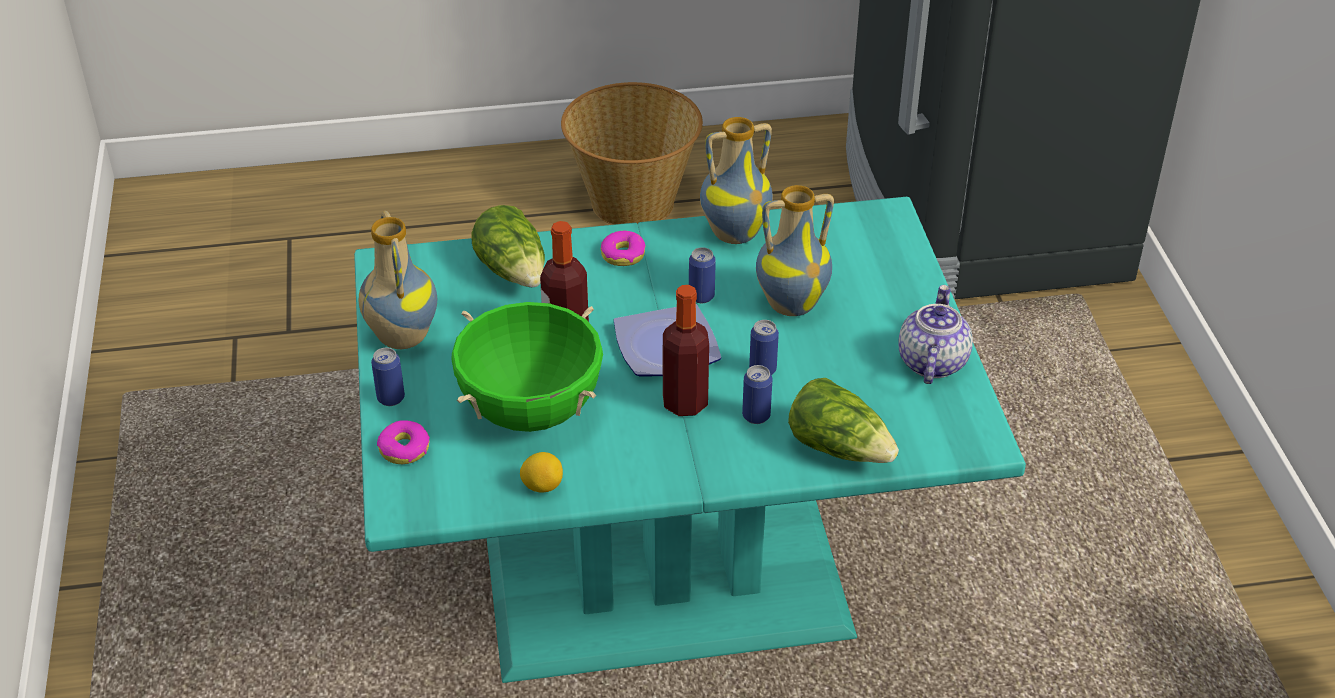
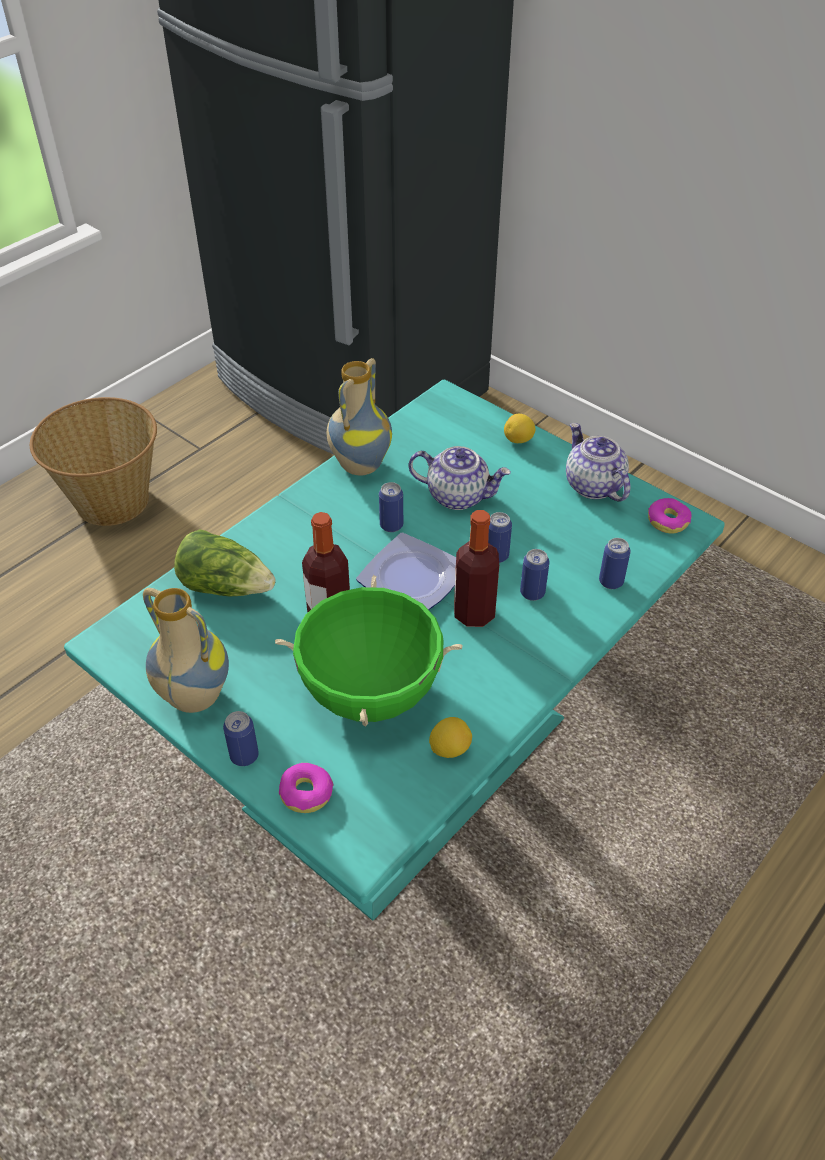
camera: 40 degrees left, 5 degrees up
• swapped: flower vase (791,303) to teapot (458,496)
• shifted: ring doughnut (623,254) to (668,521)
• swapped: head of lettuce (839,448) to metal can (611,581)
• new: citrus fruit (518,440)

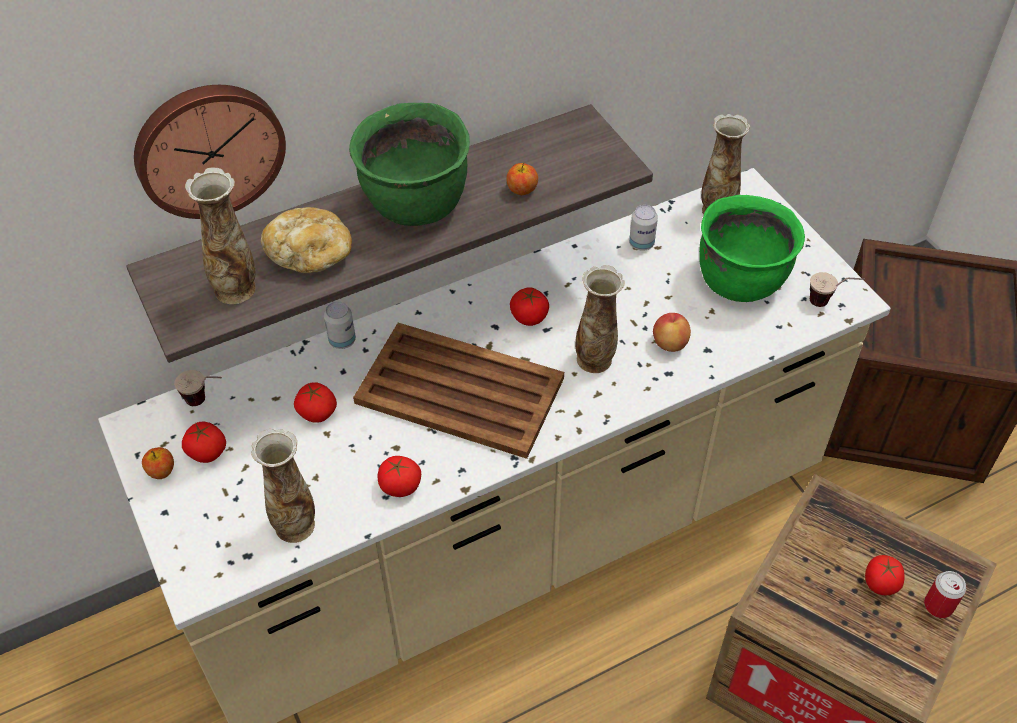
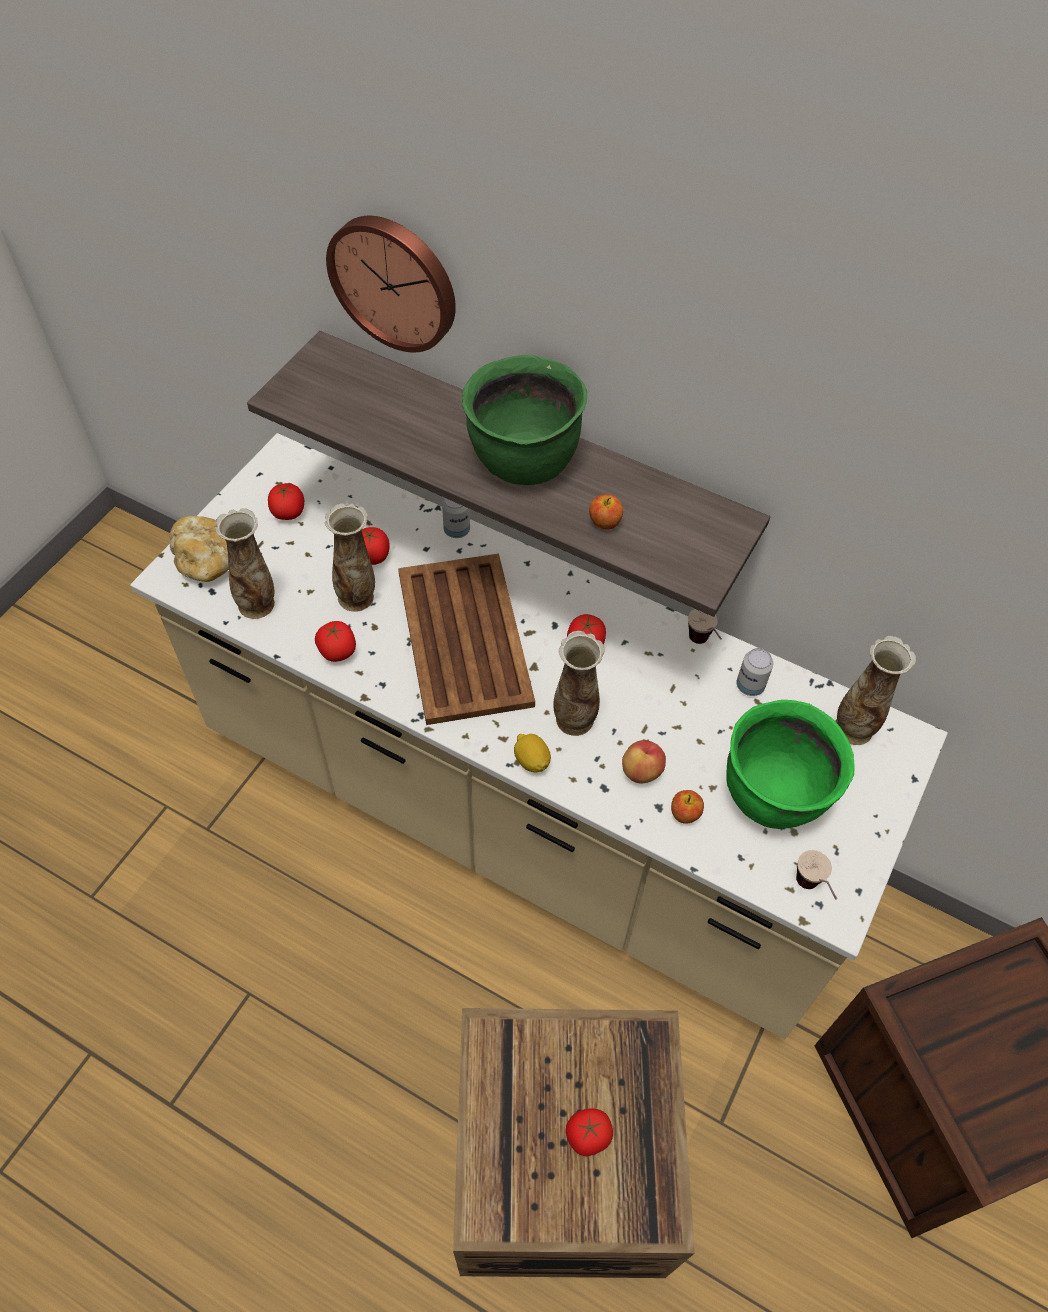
camera: 55 degrees right, 5 degrees up
• shifted: flower vase (236,288) to (357,597)
• shifted: baked bread (311,255) to (207,560)
• shifted: small cup (206,401) to (703,645)
• shifted: apple (161,471) to (685,813)
• gone: metal can (938,605)
• new: citrus fruit (531,760)

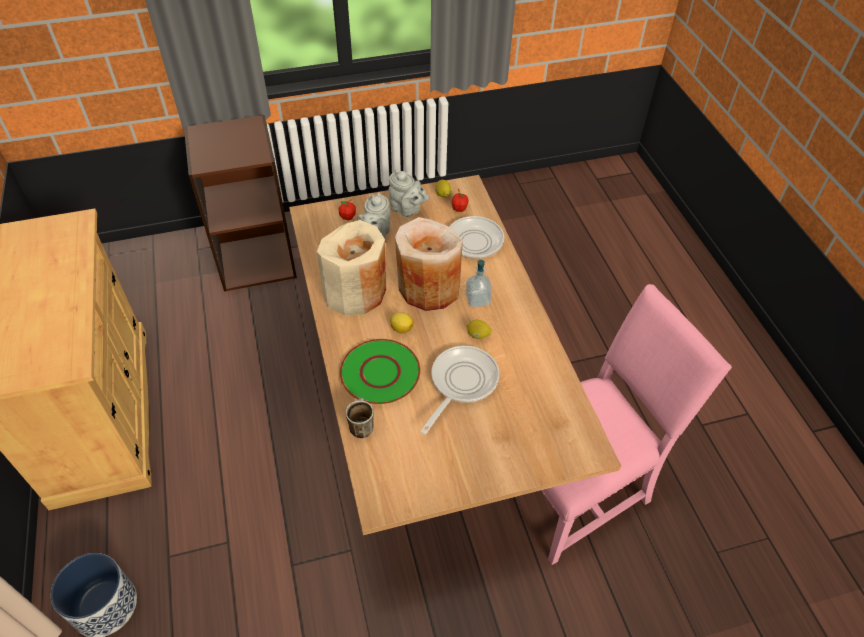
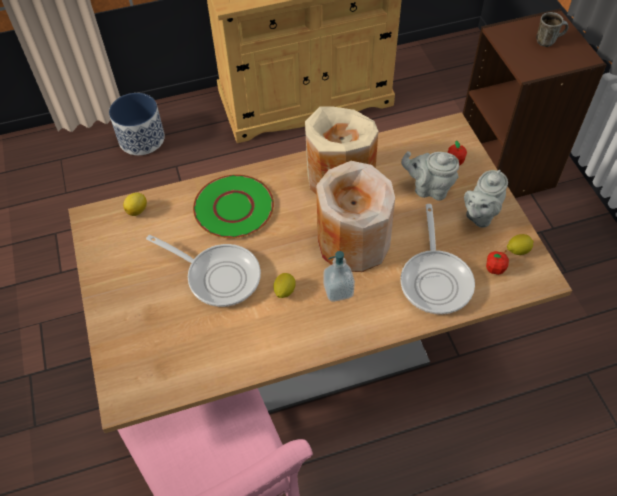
camera: 90 degrees right, 5 degrees up
• shifted: citrus fruit (401,328) to (138,210)
• shifted: coffee mug (360,426) to (548,41)

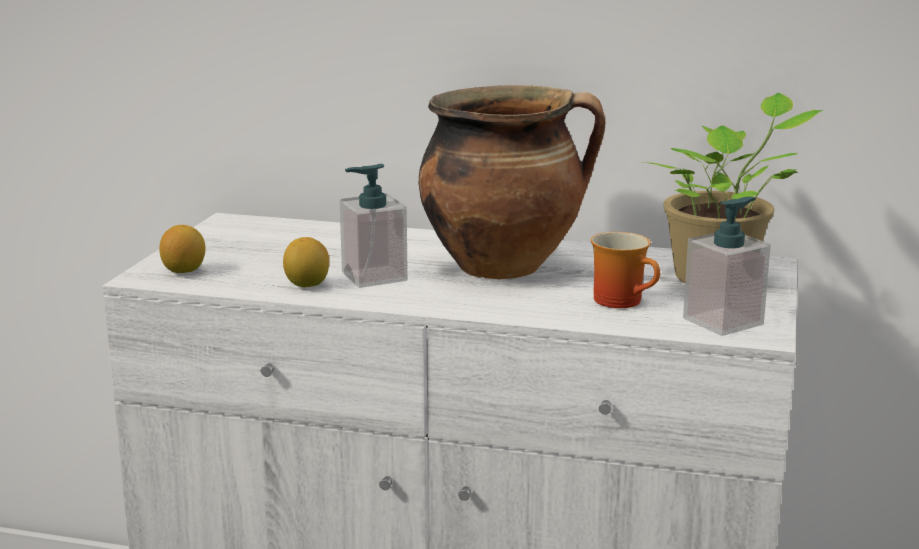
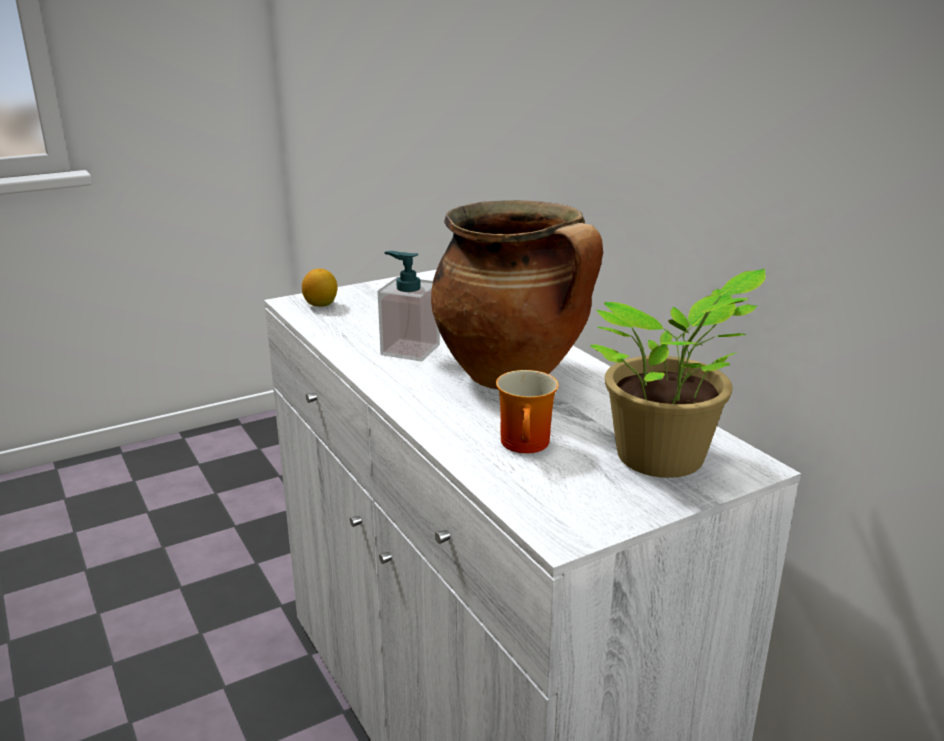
camera: 45 degrees right, 5 degrees up
• gone: soap bottle (723,321)
• gone: citrus fruit (307,285)

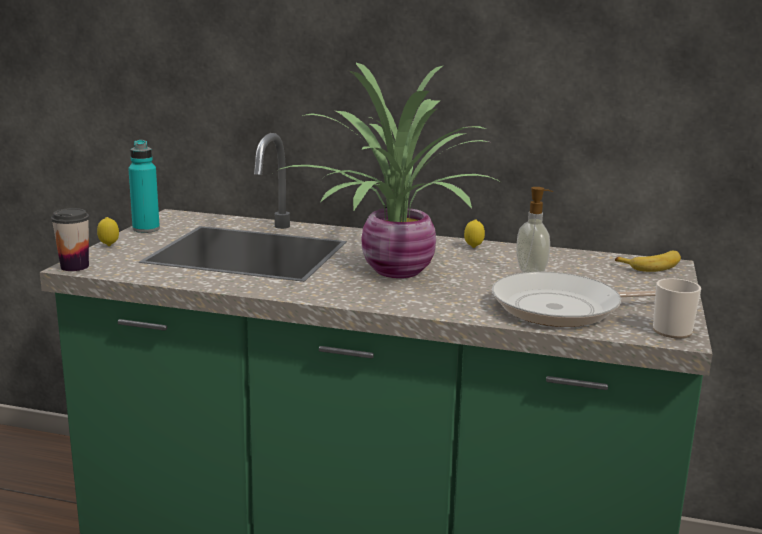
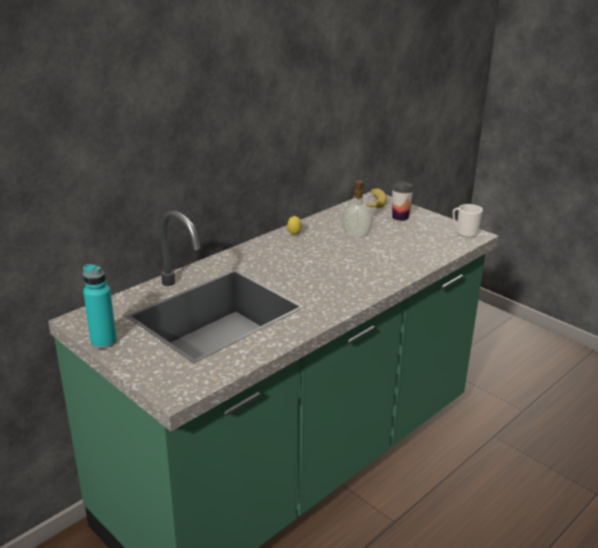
camera: 60 degrees left, 10 degrees up
• gone: potted plant (394,270)
• shifted: small cup (74,266) to (400,217)
• gone: citrus fruit (109,246)
• gone: skillet (564,308)

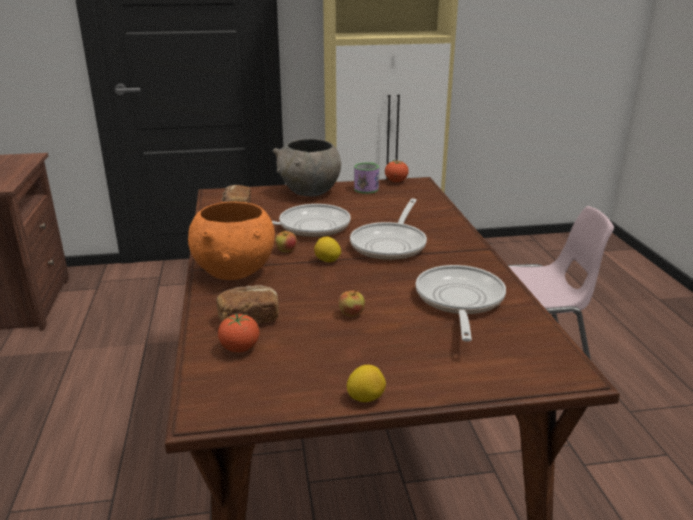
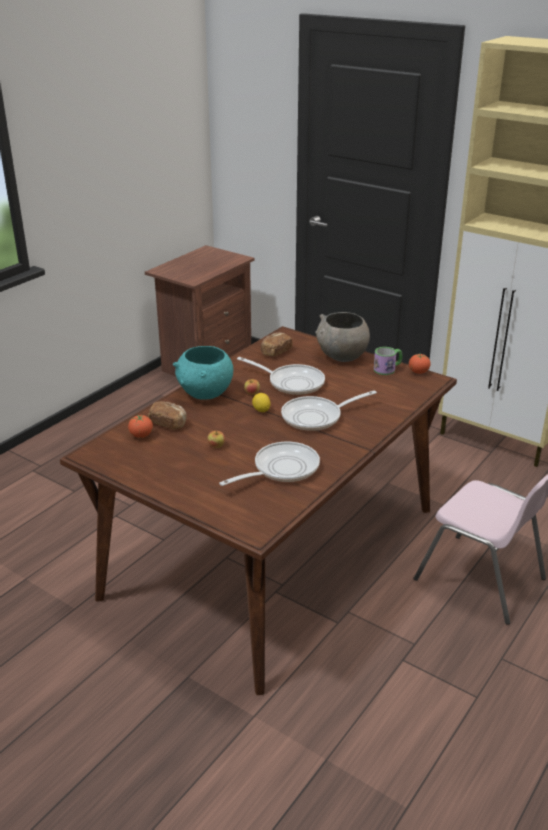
camera: 45 degrees right, 5 degrees up
• repainted: deep dish (orange-coloured) (235,272) to deep dish (turquoise) (205,394)
• gone: citrus fruit (365,398)

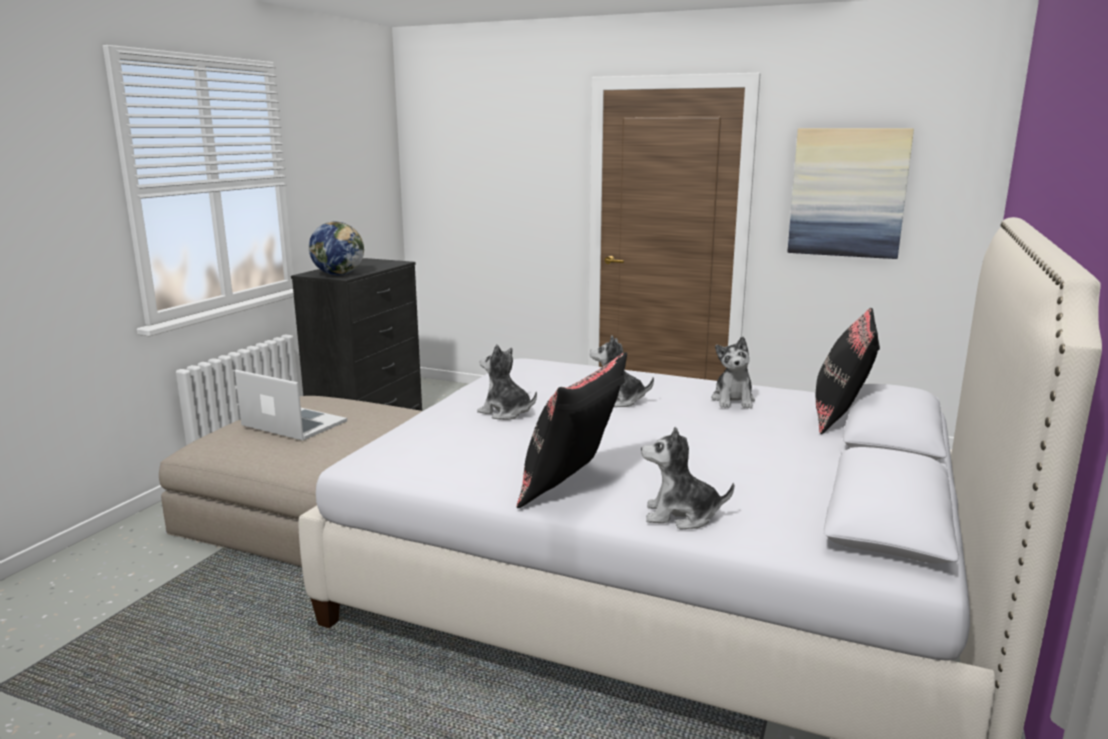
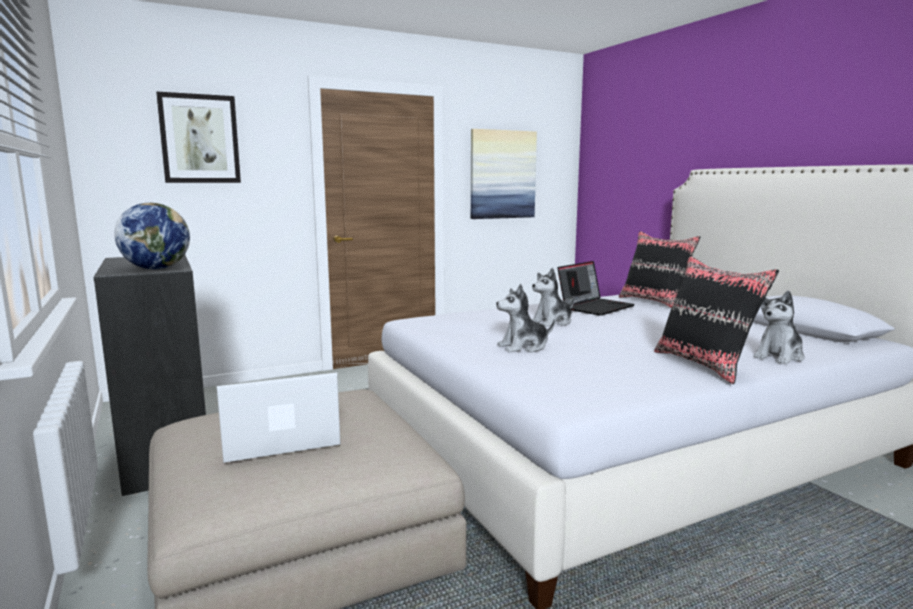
camera: 50 degrees left, 5 degrees down
• swapped: plush toy (733,400) to portable computer (595,307)
• new: picture (199,139)

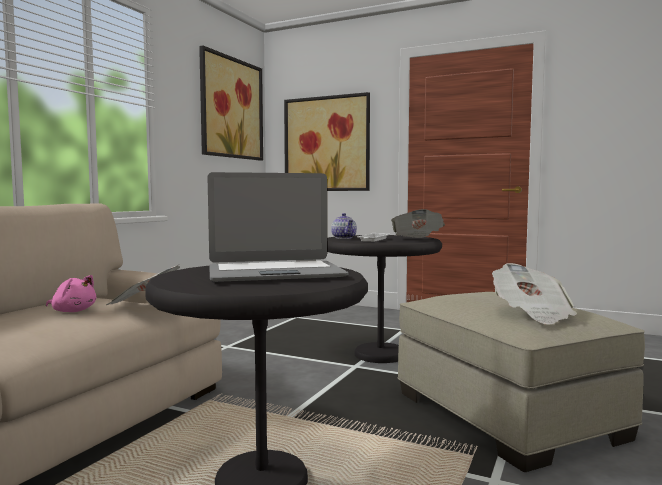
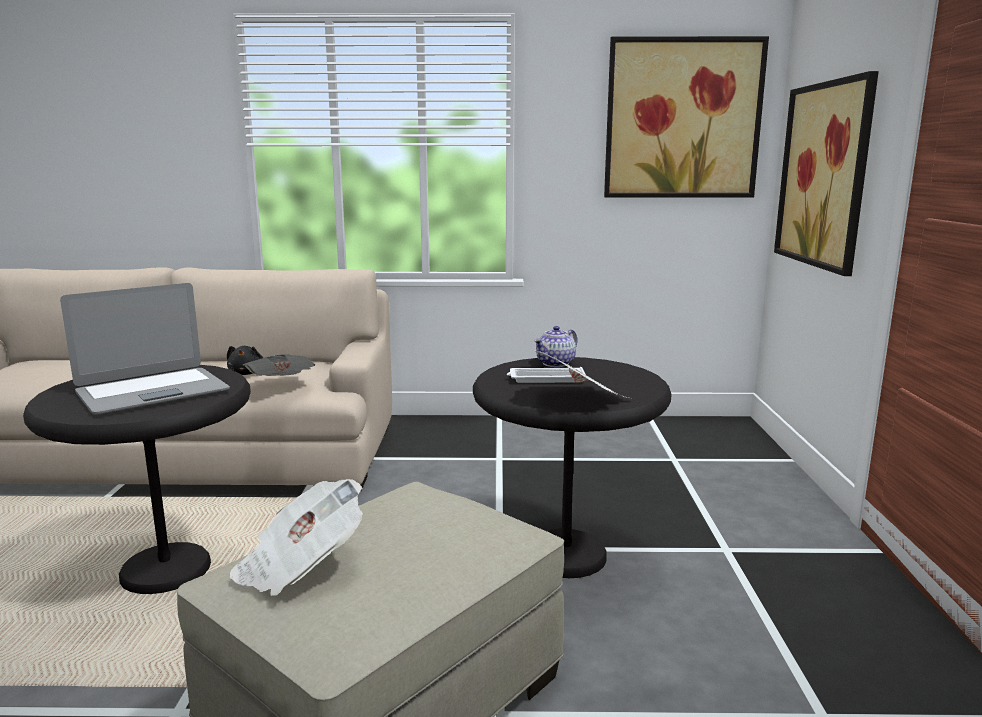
camera: 65 degrees right, 10 degrees up
• rotated: portable computer (274,273) = (152,392) 90 degrees counterclockwise
• repainted: plush toy (pink-coloured) (73,311) to plush toy (blackish) (247,373)

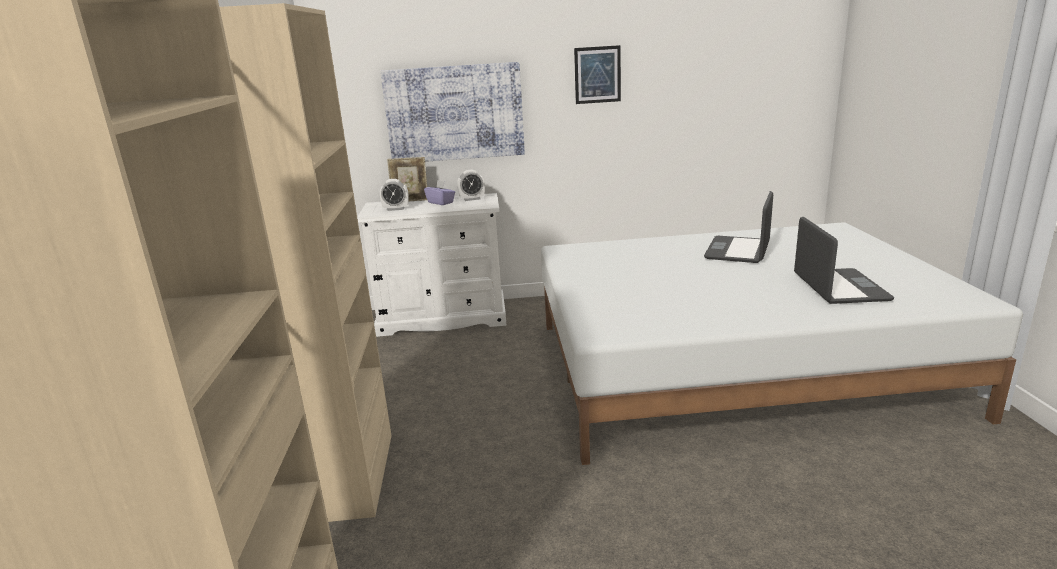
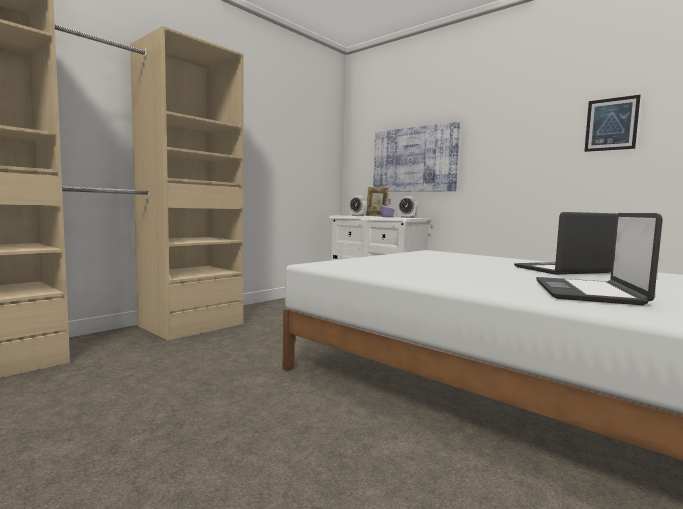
camera: 45 degrees right, 15 degrees down
• shifted: picture (597,75) to (611,124)
• rotated: portable computer (839,287) = (588,292) 150 degrees clockwise

